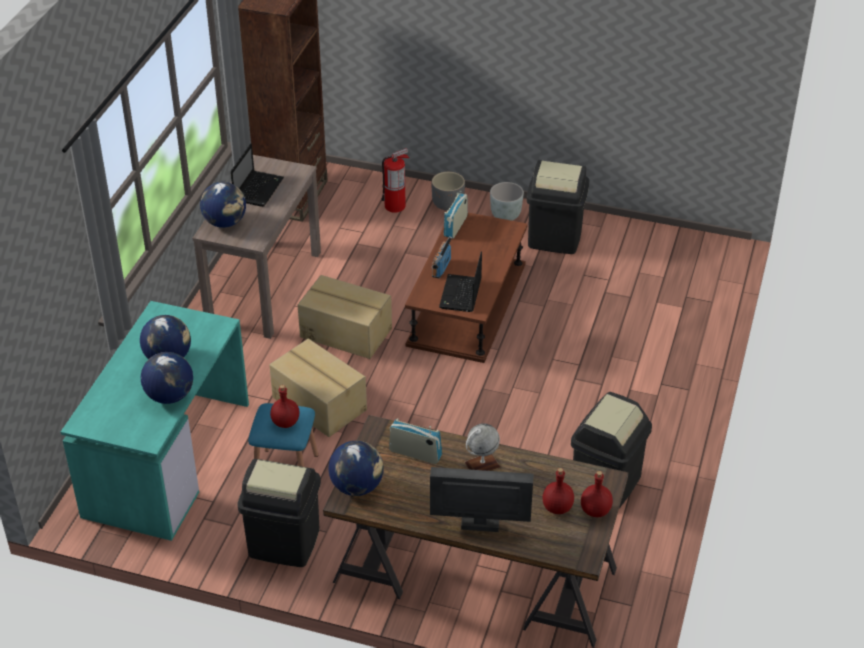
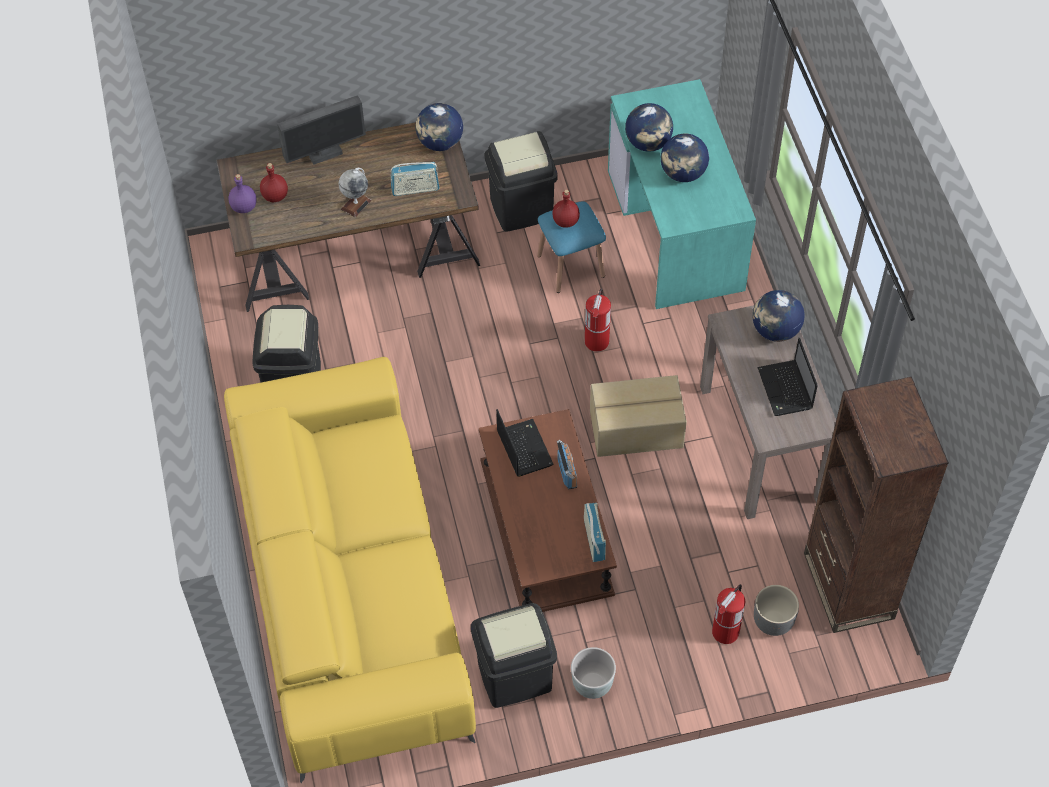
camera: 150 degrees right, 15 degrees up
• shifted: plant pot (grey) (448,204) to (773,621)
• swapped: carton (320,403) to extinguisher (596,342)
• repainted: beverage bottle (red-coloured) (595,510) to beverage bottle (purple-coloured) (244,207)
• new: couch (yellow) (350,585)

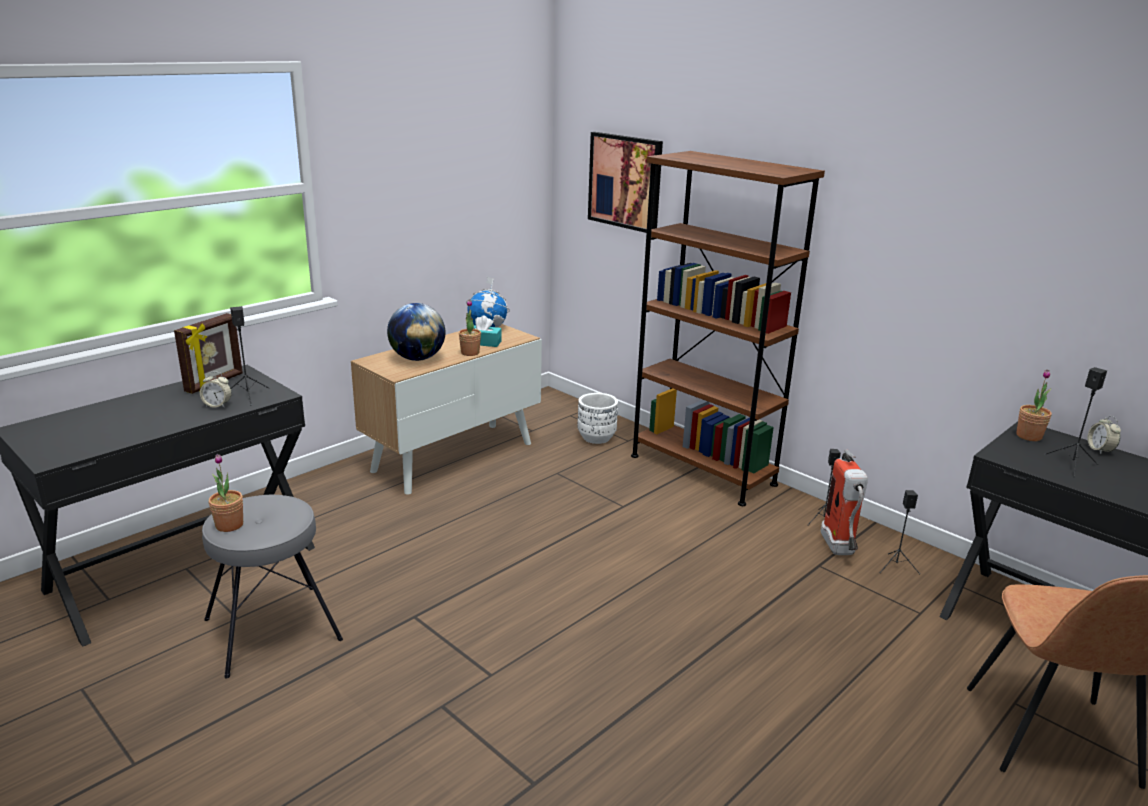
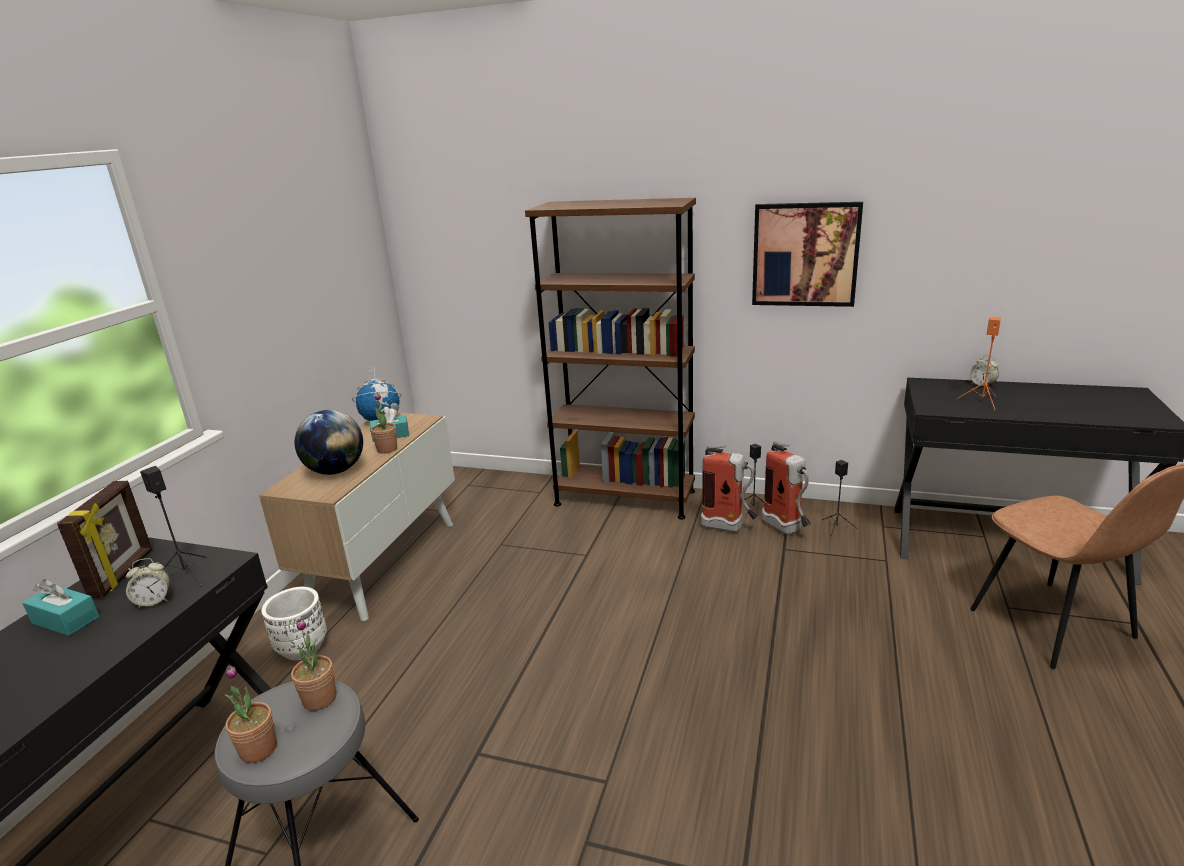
camera: 25 degrees left, 0 degrees up
• shifted: picture (625,181) to (805,254)
• repainted: speaker (blackish) (1072,465) to speaker (orange-coloured) (982,401)
• shifted: potted plant (1029,436) to (320,699)
• shifted: plant pot (whitish) (596,437) to (302,647)
• new: extinguisher (729,528)
• new: tissue holder (turquoise) (65,620)

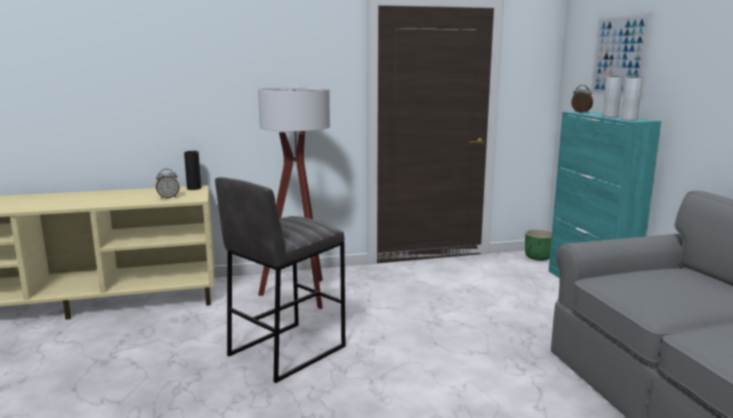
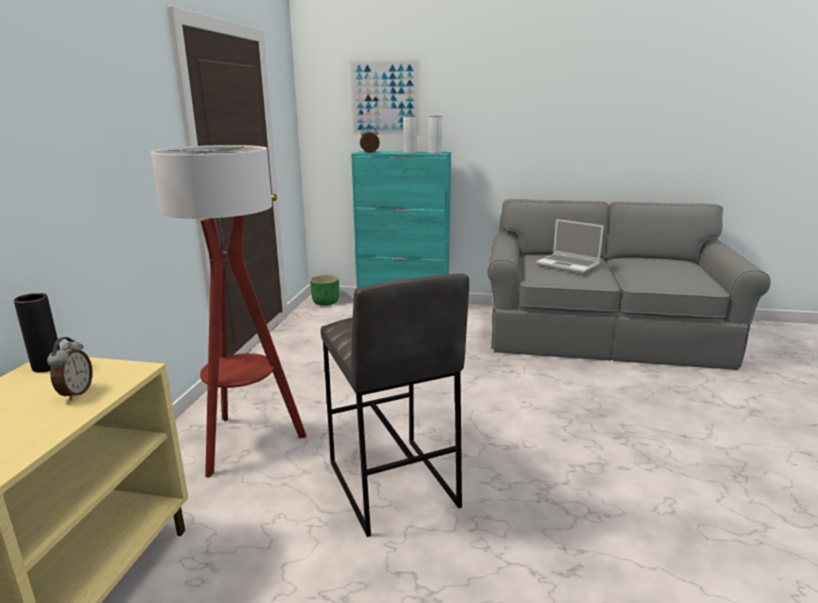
camera: 65 degrees left, 5 degrees up
• new: portable computer (568,265)

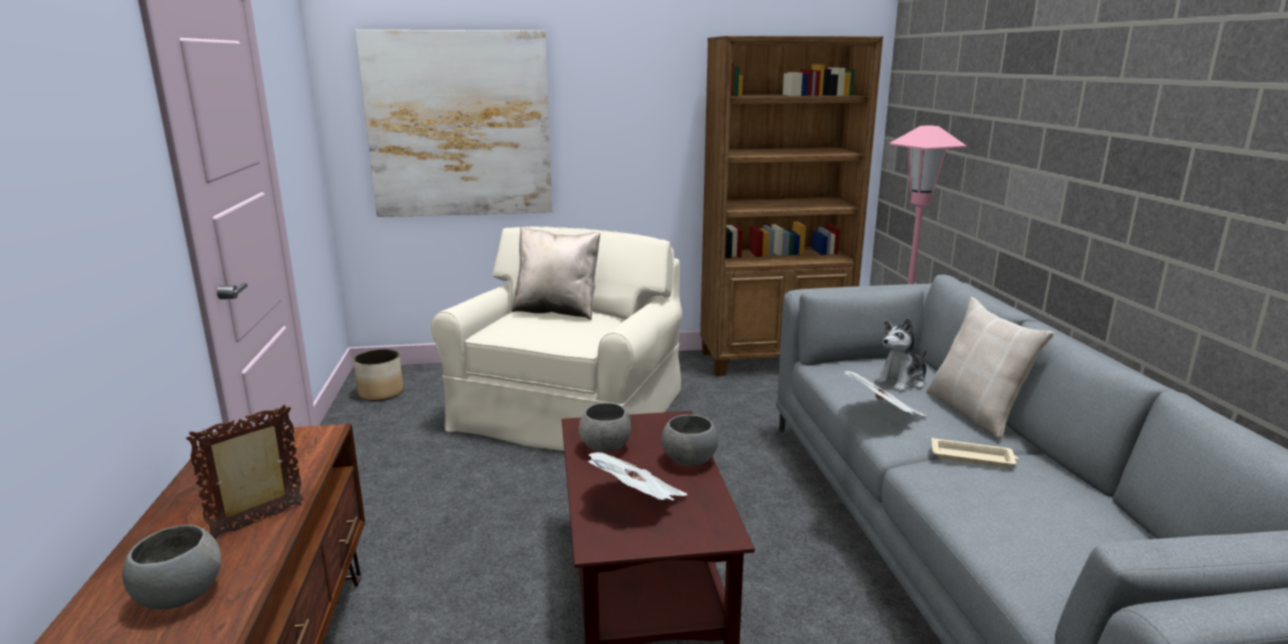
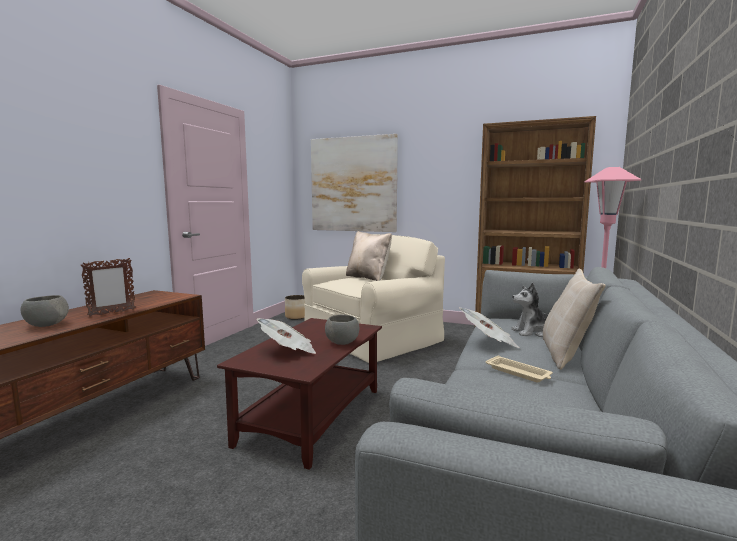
camera: 30 degrees right, 10 degrees down
• gone: deep dish (grey) (606,447)
• rotated: standing frame (259,521) = (111,313) 150 degrees clockwise

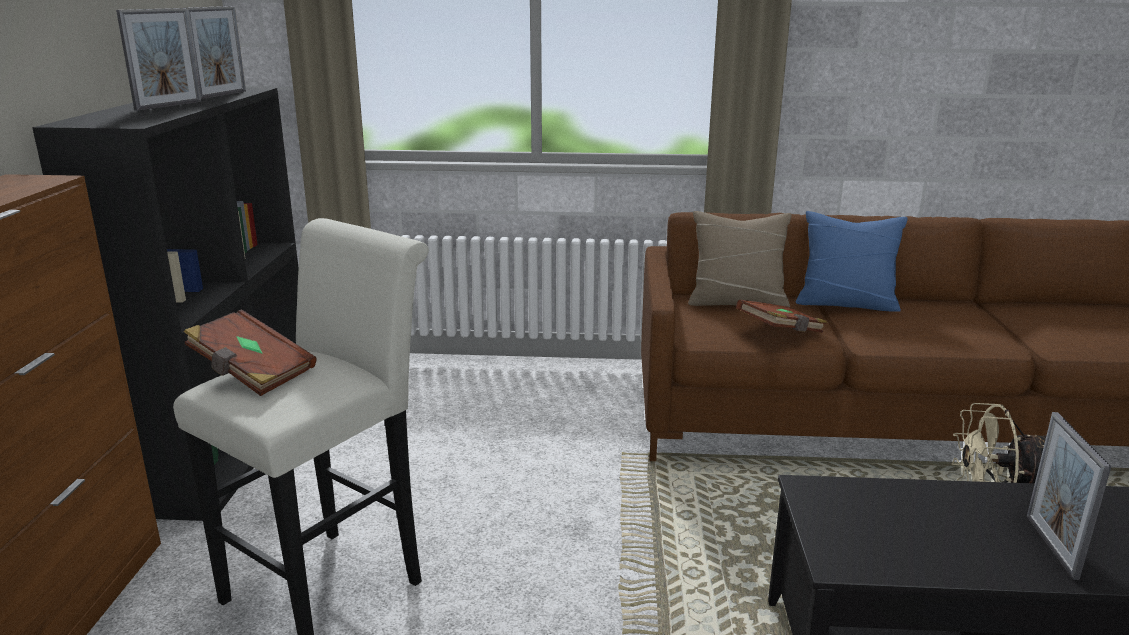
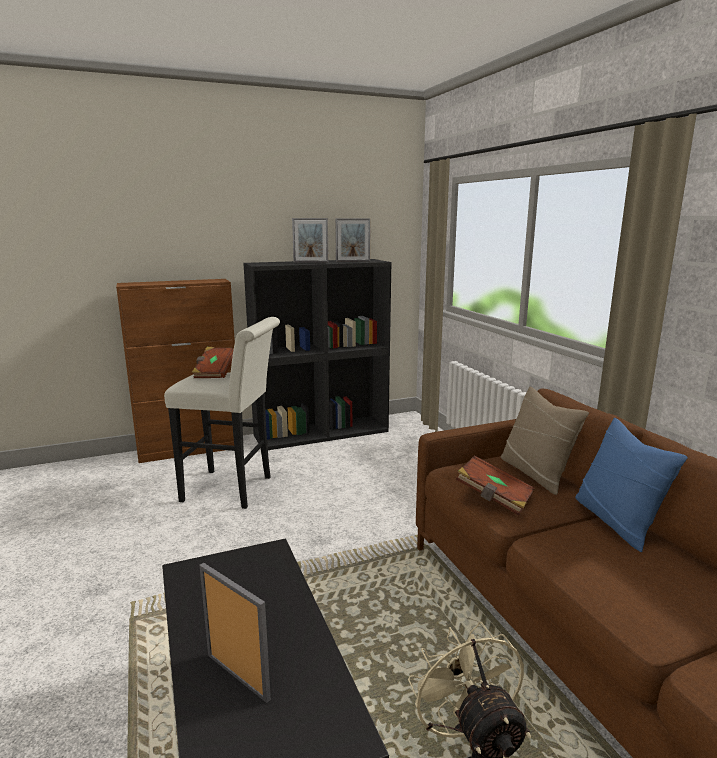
camera: 65 degrees right, 5 degrees down
• rotated: standing frame (1051,546) = (238,676) 60 degrees clockwise

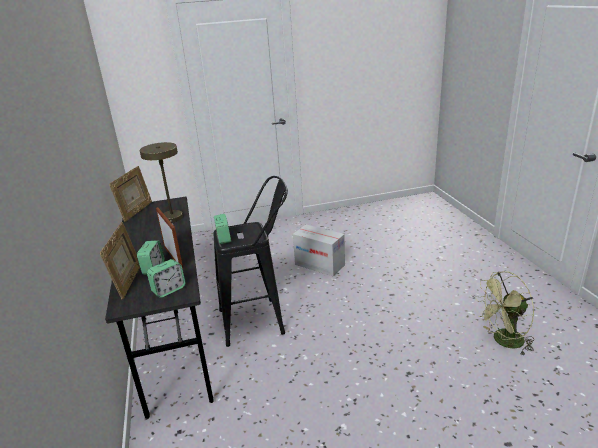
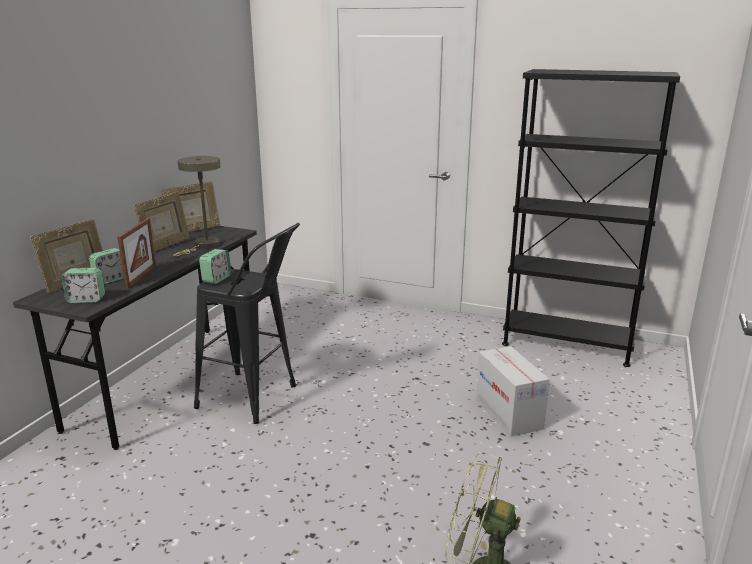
camera: 35 degrees right, 5 degrees down
• shifted: carton (319,265) to (508,413)
• new: bookshelf (blackish) (566,344)
• new: standing frame (166,246)

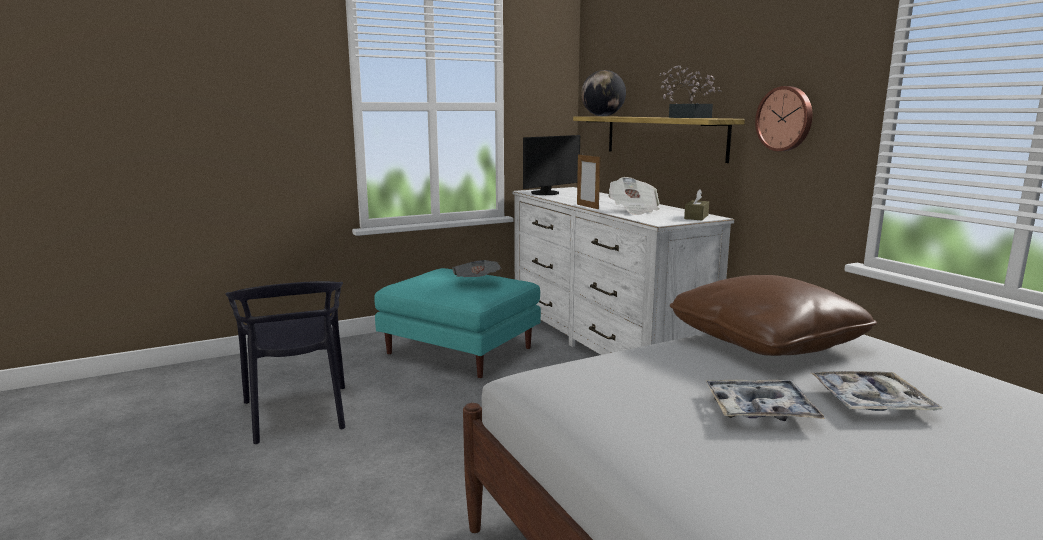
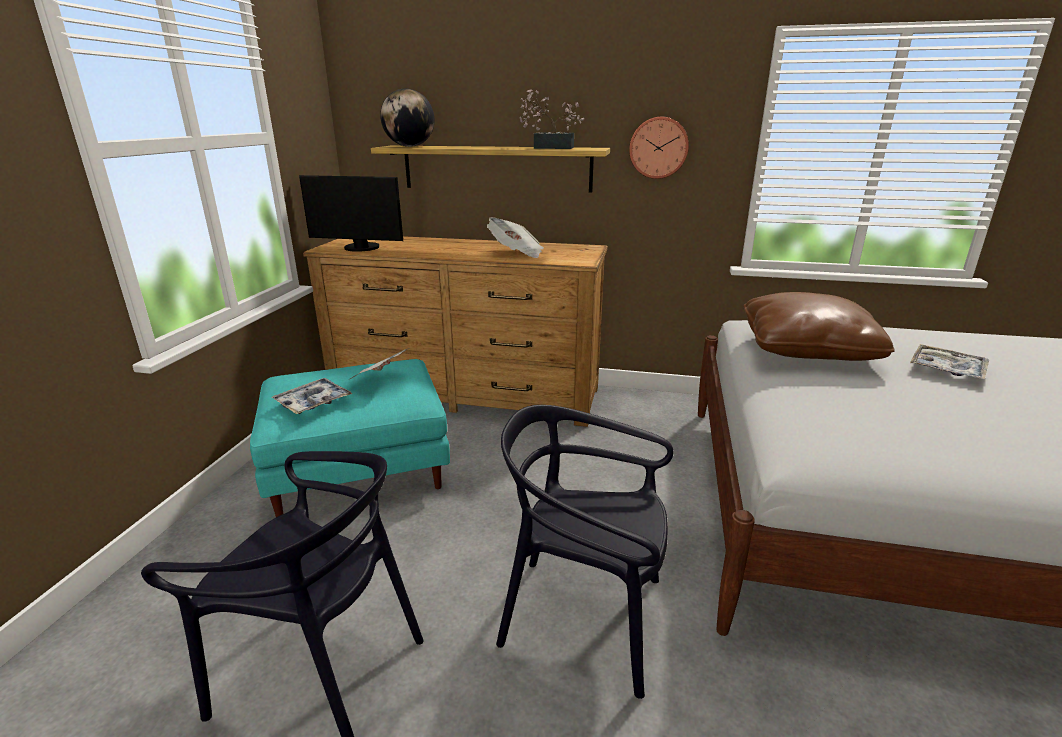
camera: 50 degrees left, 10 degrees up
• rotated: computer screen (547,193) = (360,248) 105 degrees clockwise
• gone: standing frame (587,206)
• repainted: dresser (whitish) (602,339) to dresser (brown-coloured) (466,393)
• gone: tissue holder (brown-coloured) (696,217)
• shifted: serving tray (759,409) to (313,402)
• new: plain chair (blackish) (584,617)

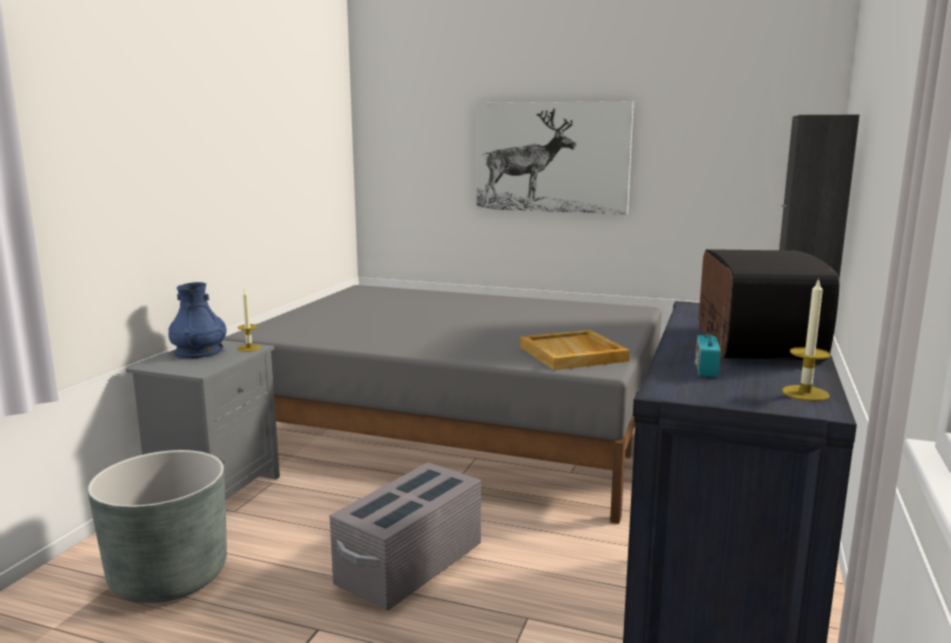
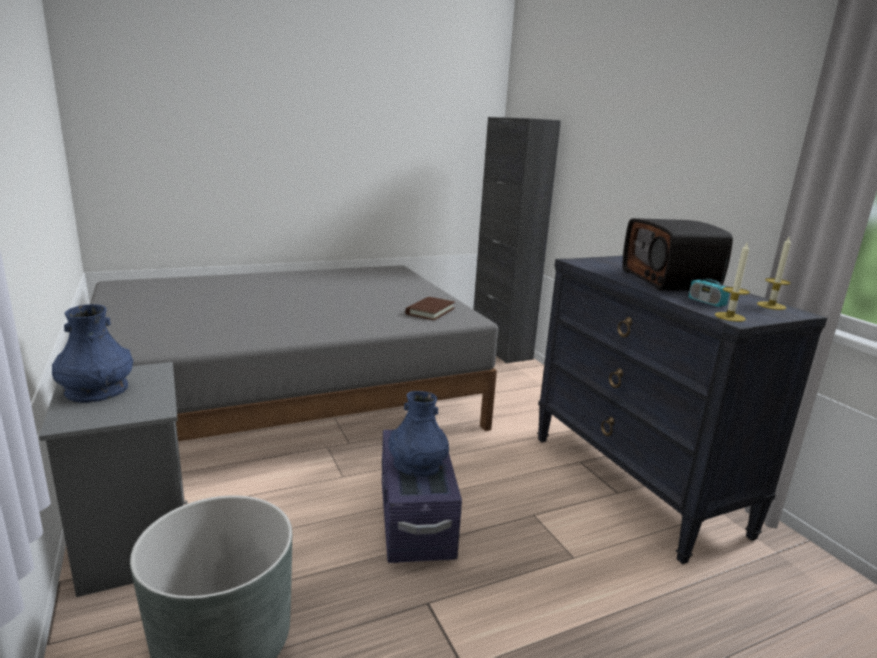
camera: 45 degrees left, 5 degrees up
• gone: picture (551,157)
• rotated: radio receiver (754,343) = (670,280) 150 degrees counterclockwise
• shifted: wax light (249,348) to (729,317)
• swapped: serving tray (sand-coloured) (573,354) to volume (brown-coloured) (430,311)
• repainted: storage box (grey) (409,566) to storage box (purple-coloured) (415,520)
• new: flower vase (blue) (417,465)

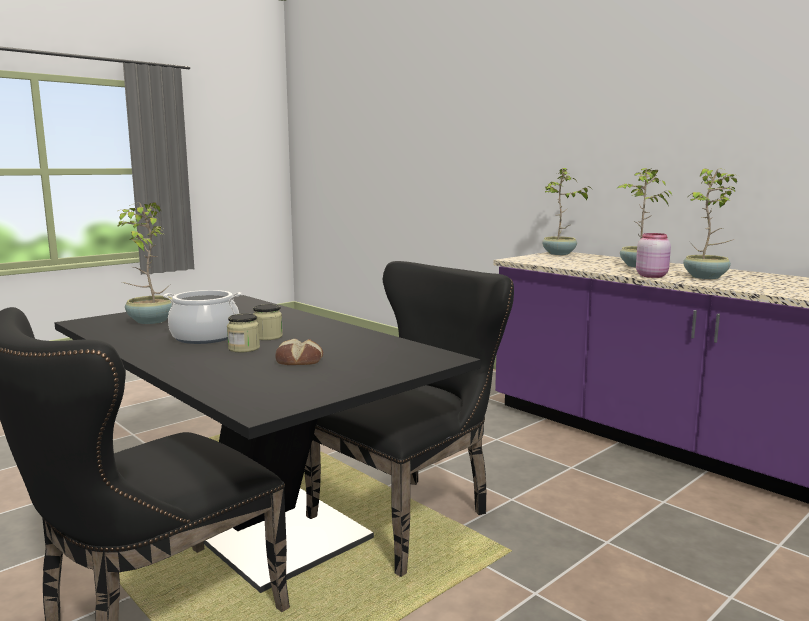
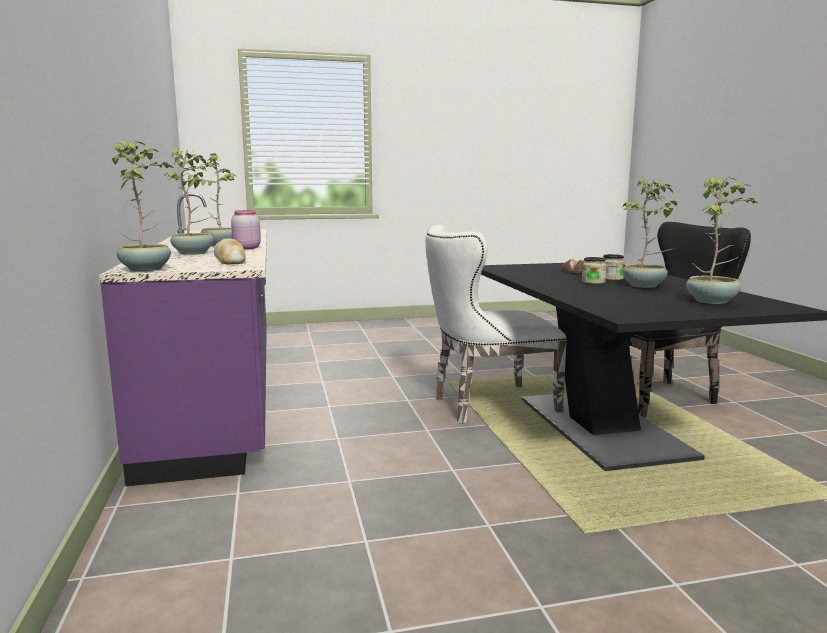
camera: 150 degrees left, 0 degrees up
• repainted: plain chair (blackish) (410,515) to plain chair (whitish) (486,406)
• swapped: cooking pot (205,337) to potted plant (644,286)
• new: baked bread (230,260)

